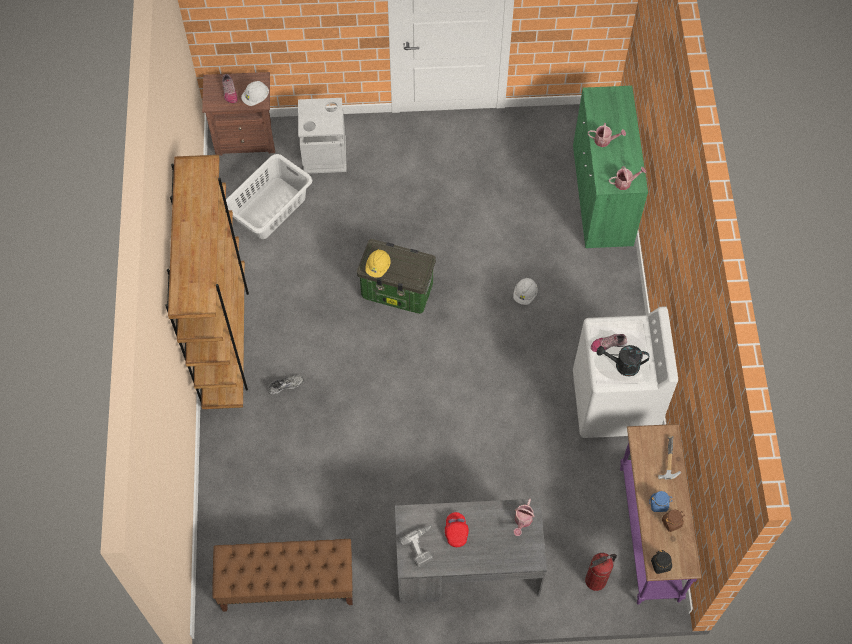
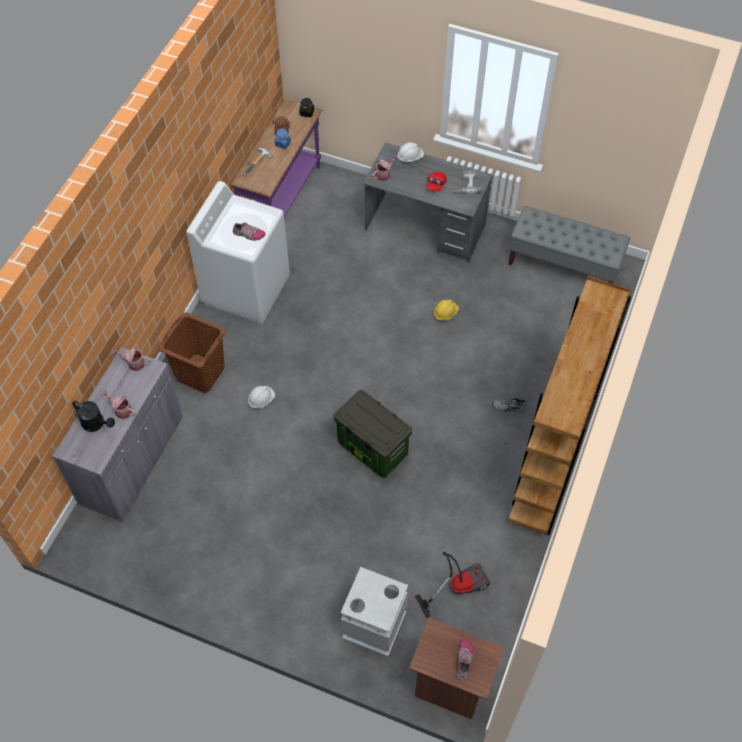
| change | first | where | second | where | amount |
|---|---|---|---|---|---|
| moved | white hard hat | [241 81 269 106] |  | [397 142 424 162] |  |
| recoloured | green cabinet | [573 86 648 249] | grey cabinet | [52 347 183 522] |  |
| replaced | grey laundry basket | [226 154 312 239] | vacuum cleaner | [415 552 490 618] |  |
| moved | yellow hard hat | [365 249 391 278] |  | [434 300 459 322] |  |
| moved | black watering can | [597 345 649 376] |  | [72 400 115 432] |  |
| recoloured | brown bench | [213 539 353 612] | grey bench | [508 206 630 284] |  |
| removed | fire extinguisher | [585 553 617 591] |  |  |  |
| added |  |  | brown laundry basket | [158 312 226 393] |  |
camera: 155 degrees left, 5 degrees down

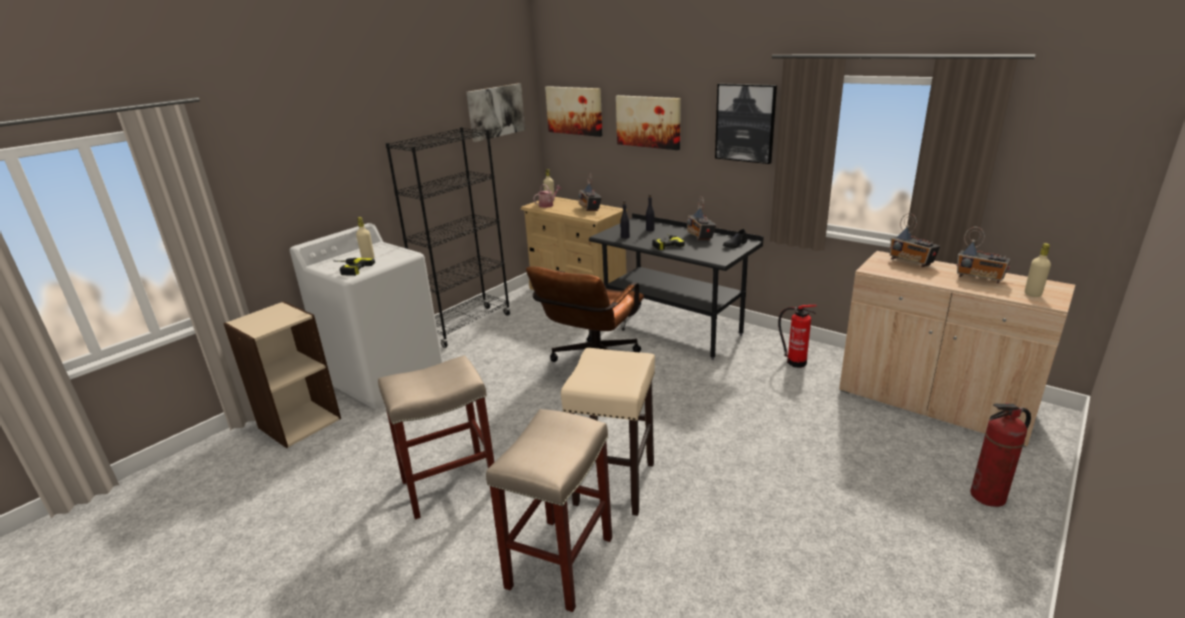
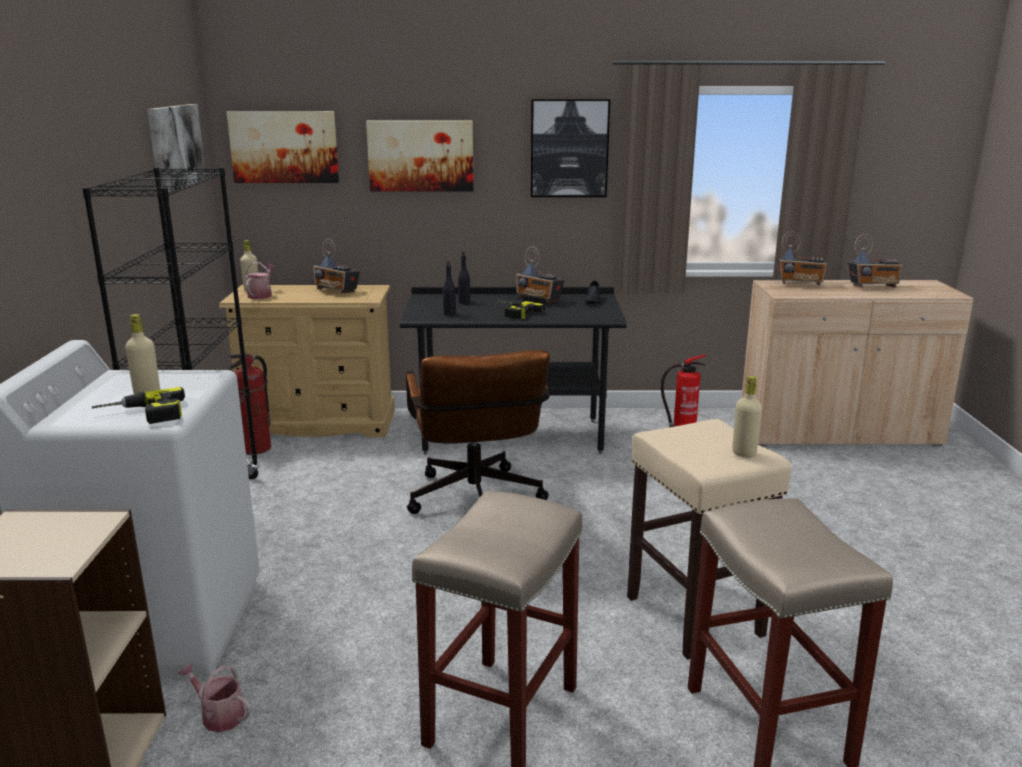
| change | first | where | second | where | amount |
|---|---|---|---|---|---|
| moved | beige bottle | [1025 243 1051 297] |  | [732 376 762 458] |  |
| moved | fire extinguisher | [970 403 1031 507] |  | [228 353 271 454] |  |
| added |  |  | watering can | [178 662 251 732] |  |
camera: 40 degrees left, 5 degrees down

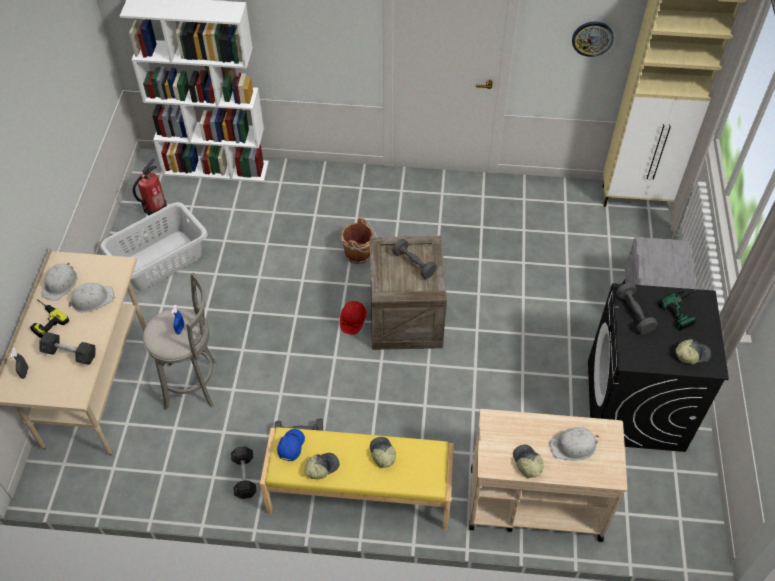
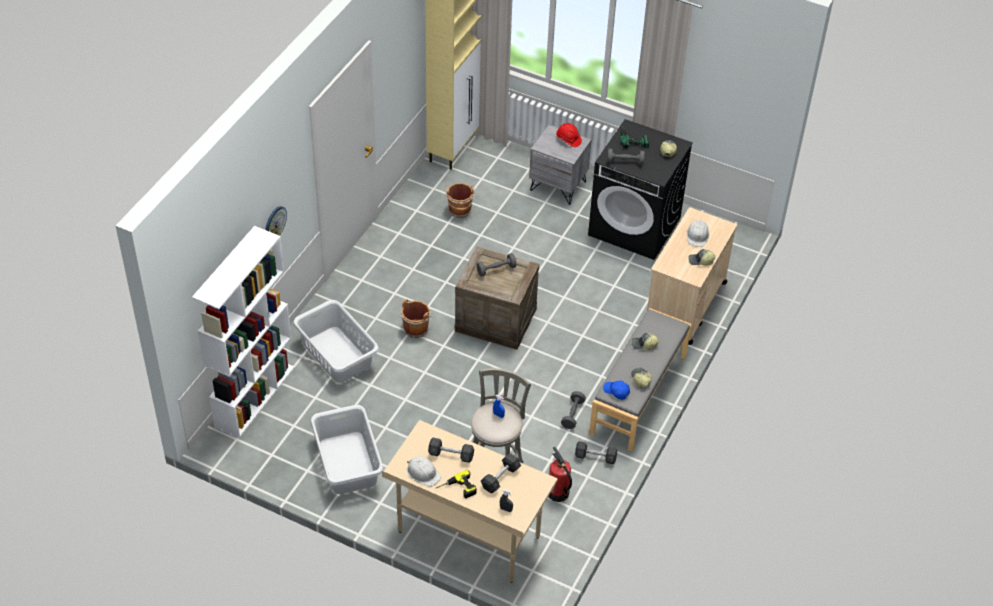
| change | first | where | second | where | amount |
|---|---|---|---|---|---|
| moved | wall clock | [572 21 614 57] |  | [265 206 287 236] |  |
| moved | fire extinguisher | [133 158 167 215] |  | [548 447 572 502] |  |
| replaced | white hard hat | [69 283 114 312] | grey dumbbell | [428 438 474 463] |  |
| moved | red hard hat | [340 301 367 335] |  | [556 123 582 147] |  |
| recoloured | yellow bench | [260 427 454 530] | grey bench | [589 308 692 452] |  |
| added |  |  | brown bucket | [445 183 475 218] |  |
| added |  |  | grey laundry basket | [293 300 379 383] |  |
camera: 70 degrees left, 5 degrees down

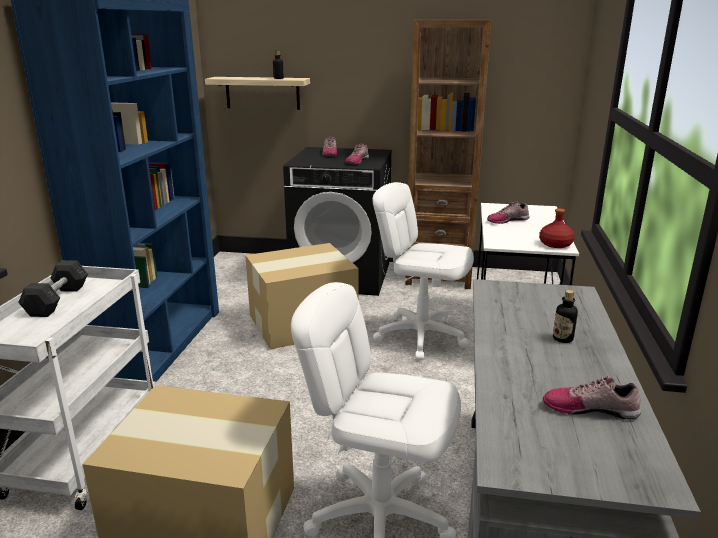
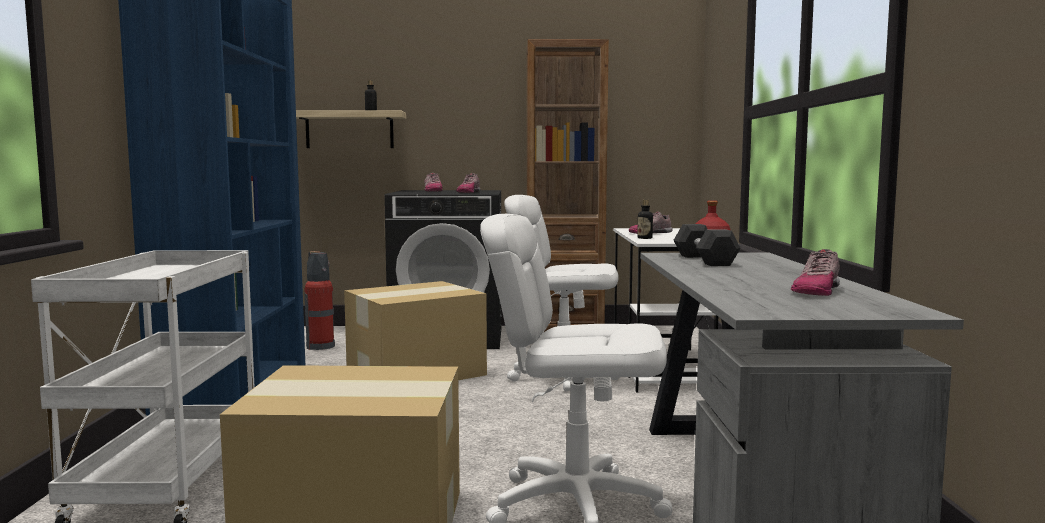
| change | first | where | second | where | amount |
|---|---|---|---|---|---|
| moved | grey dumbbell | [18 261 88 317] |  | [673 224 741 266] |  |
| moved | bottle | [553 290 578 343] |  | [637 200 653 239] |  |
| turned | shoe | [543 376 641 420] |  | [791 249 840 296] | 60 degrees counterclockwise |
| added |  |  | fire extinguisher | [304 251 335 350] |  |
camera: 10 degrees left, 15 degrees down

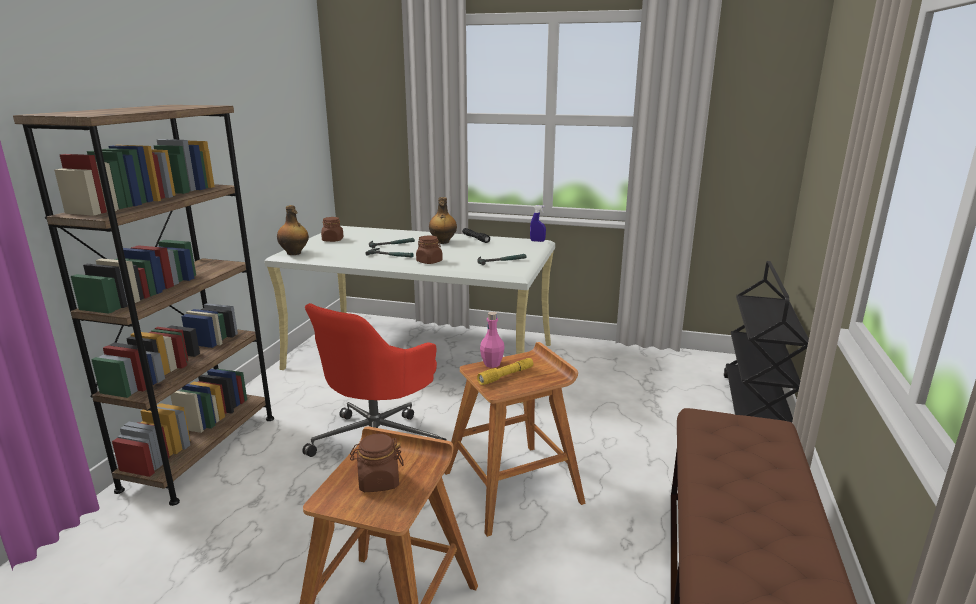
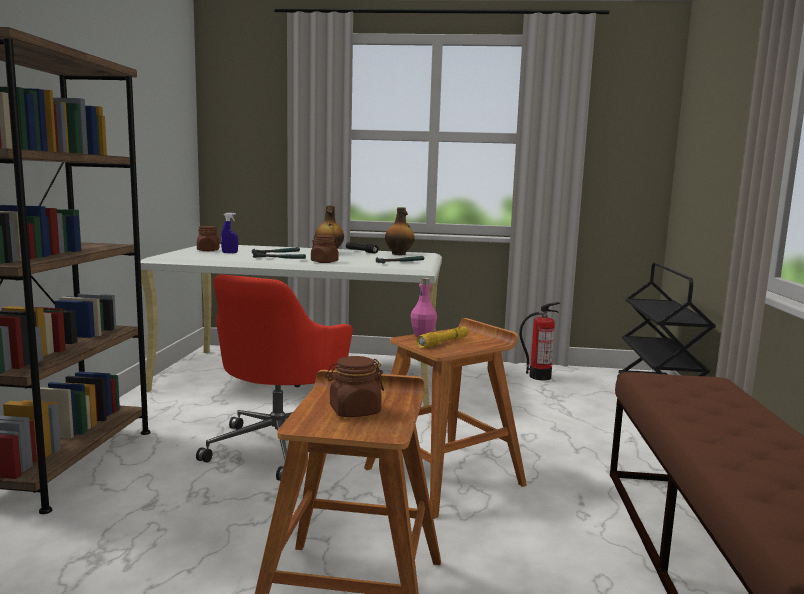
| change | first | where | second | where | amount |
|---|---|---|---|---|---|
| moved | bottle | [277 205 309 255] |  | [385 207 415 255] |  |
| moved | blue spray bottle | [530 205 546 242] |  | [221 213 238 253] |  |
| added |  |  | fire extinguisher | [519 302 561 380] |  |
camera: 10 degrees left, 10 degrees down

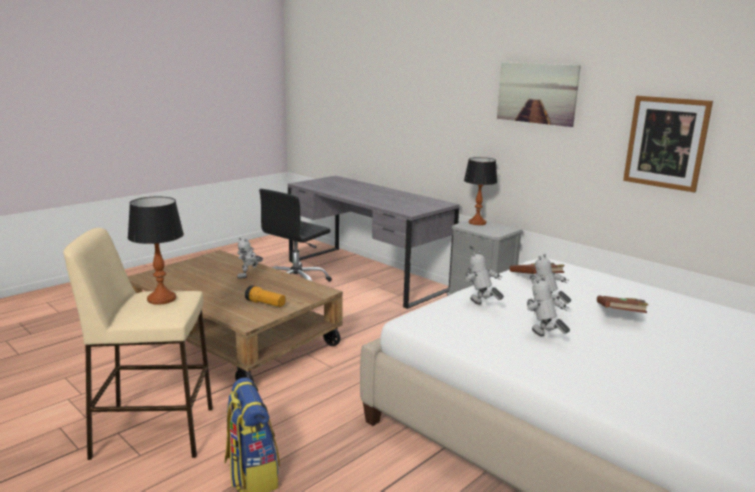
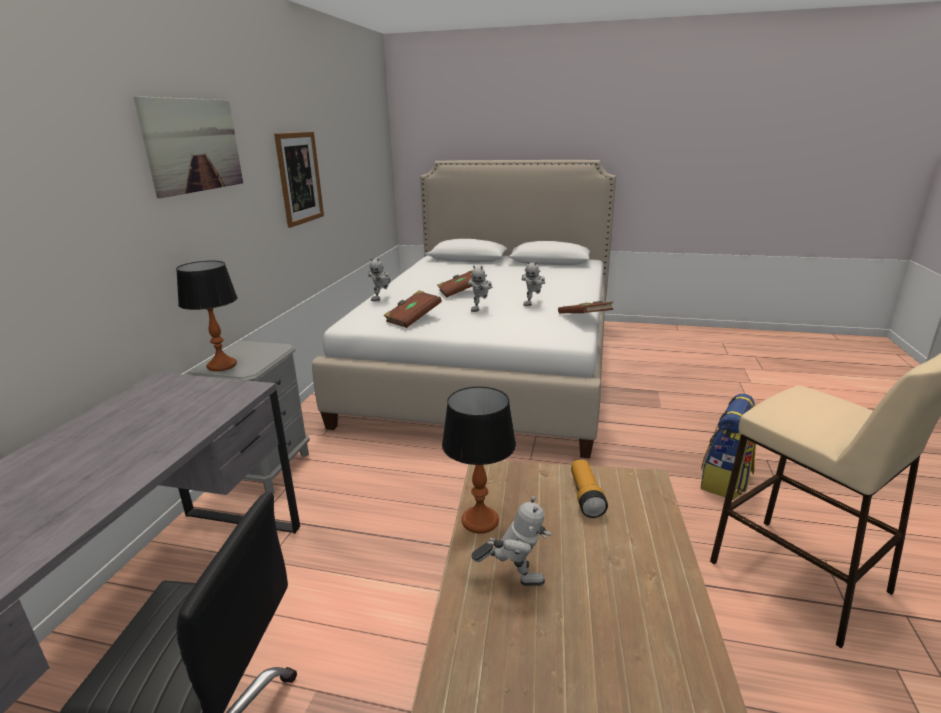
| change | first | where | second | where | amount |
|---|---|---|---|---|---|
| moved | table lamp | [128 197 184 305] |  | [442 387 516 534] |  |
| moved | toy robot | [465 250 504 305] |  | [368 258 390 301] |  |
| added |  |  | brown book | [558 301 613 313] |  |
camera: 120 degrees left, 5 degrees up

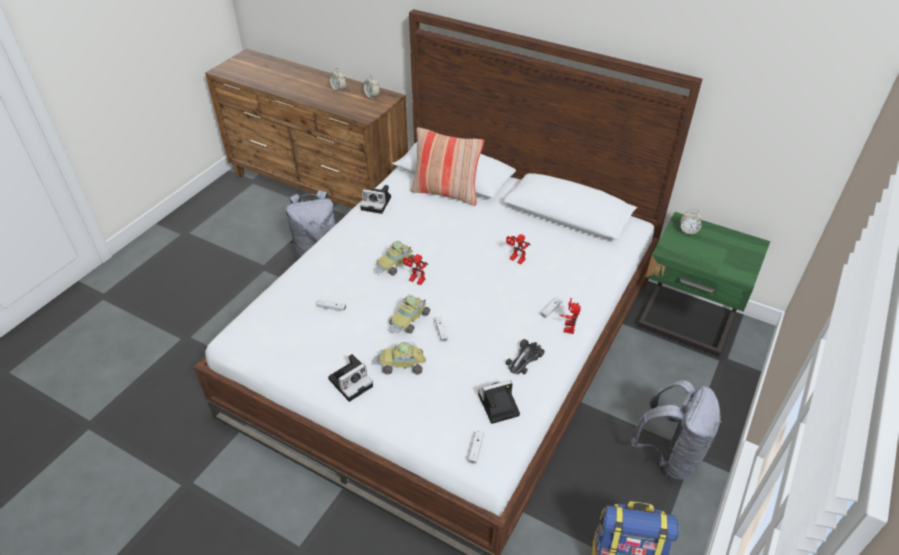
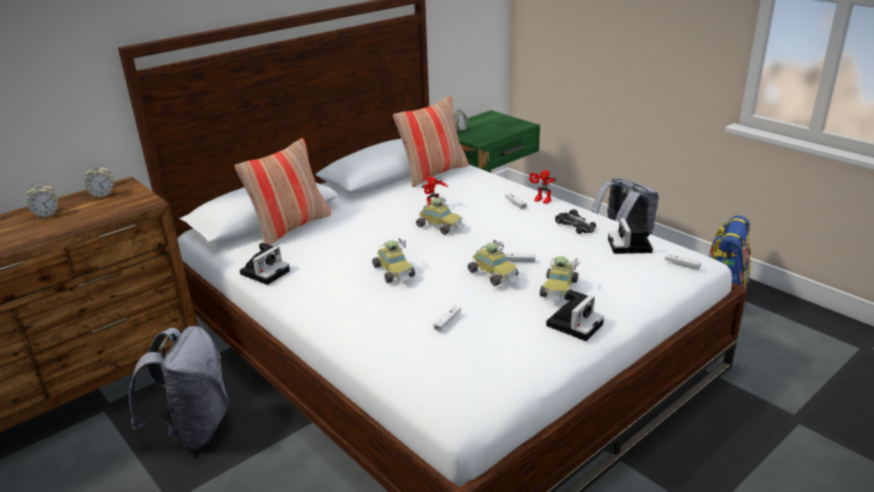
| change | first | where | second | where | amount |
|---|---|---|---|---|---|
| removed | toy robot | [403 254 428 285] |  |  |  |
| turned | photo camera | [328 354 373 402] |  | [546 290 604 341] | 60 degrees clockwise |
| added |  |  | pillow | [393 96 469 187] |  |
| added |  |  | toy car | [416 196 465 235] |  |
camera: 70 degrees left, 15 degrees down

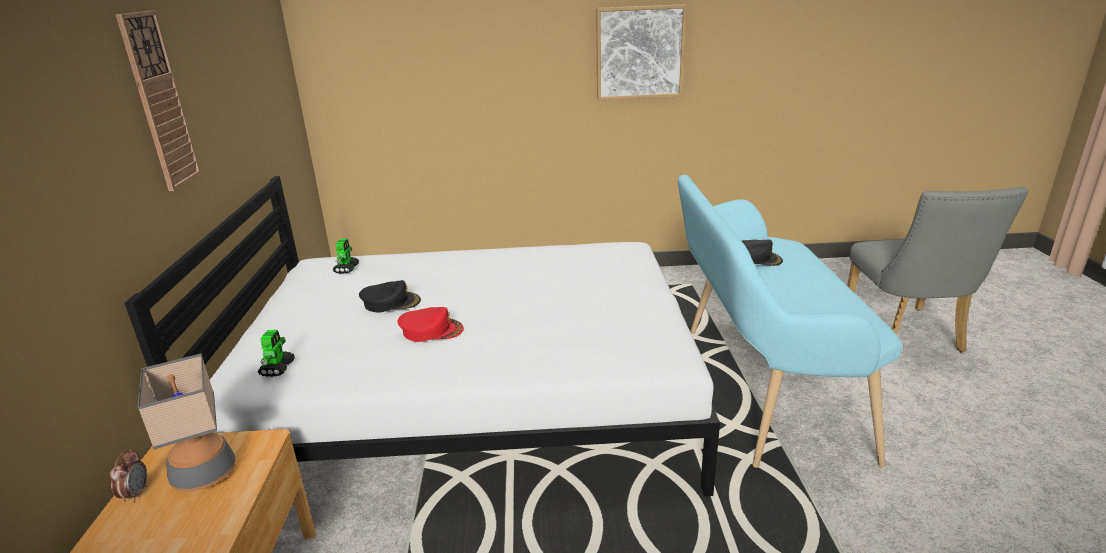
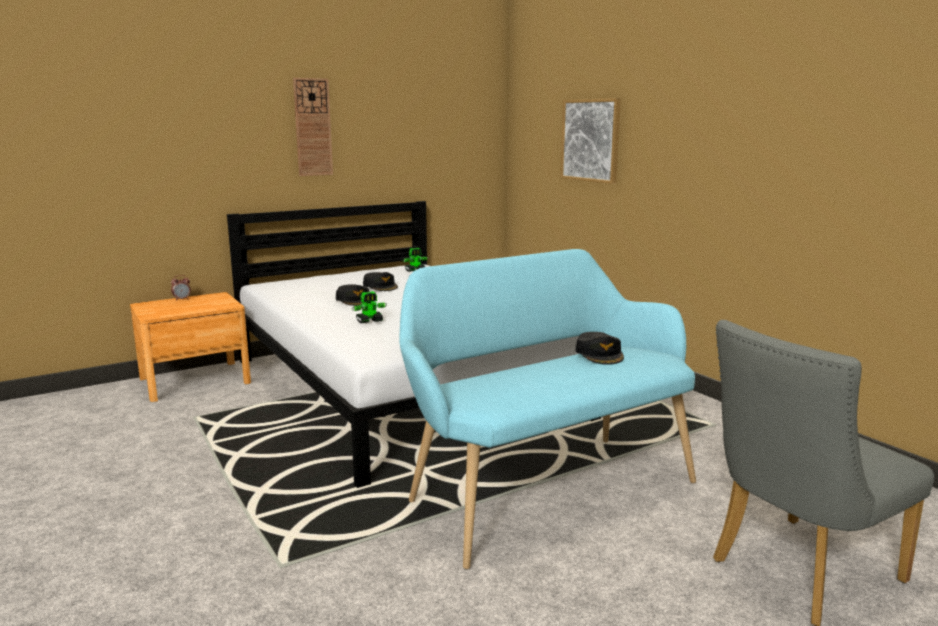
| change | first | where | second | where | amount |
|---|---|---|---|---|---|
| moved | picture | [596 4 687 100] |  | [560 98 621 184] |  |
| recoloured | red cap | [398 307 464 342] | black cap | [336 284 369 306] |  |
| moved | toy robot | [258 330 295 377] |  | [351 291 387 323] |  |
| removed | table lamp | [138 353 236 492] |  |  |  |
camera: 60 degrees right, 10 degrees down

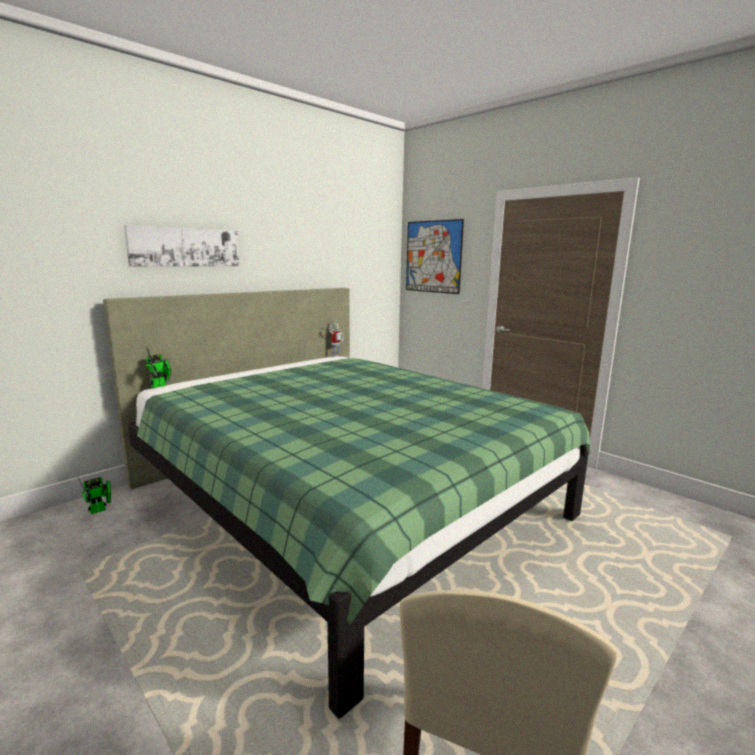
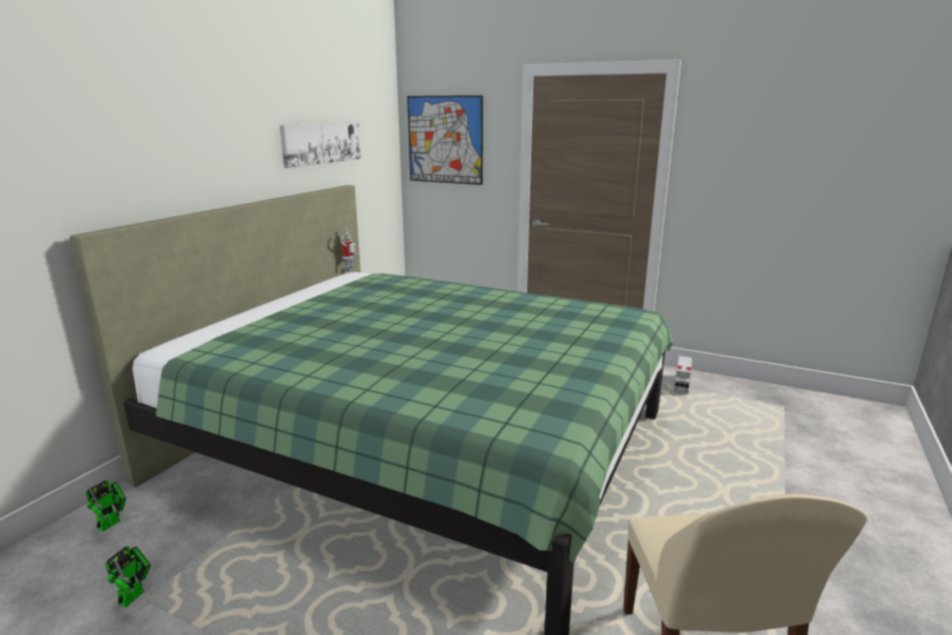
| change | first | where | second | where | amount |
|---|---|---|---|---|---|
| moved | picture | [124 225 239 267] |  | [280 123 361 168] |  |
| moved | toy robot | [146 346 171 388] |  | [106 546 151 607] |  |
| added |  |  | toy truck | [674 356 692 394] |  |
camera: 20 degrees left, 5 degrees up

